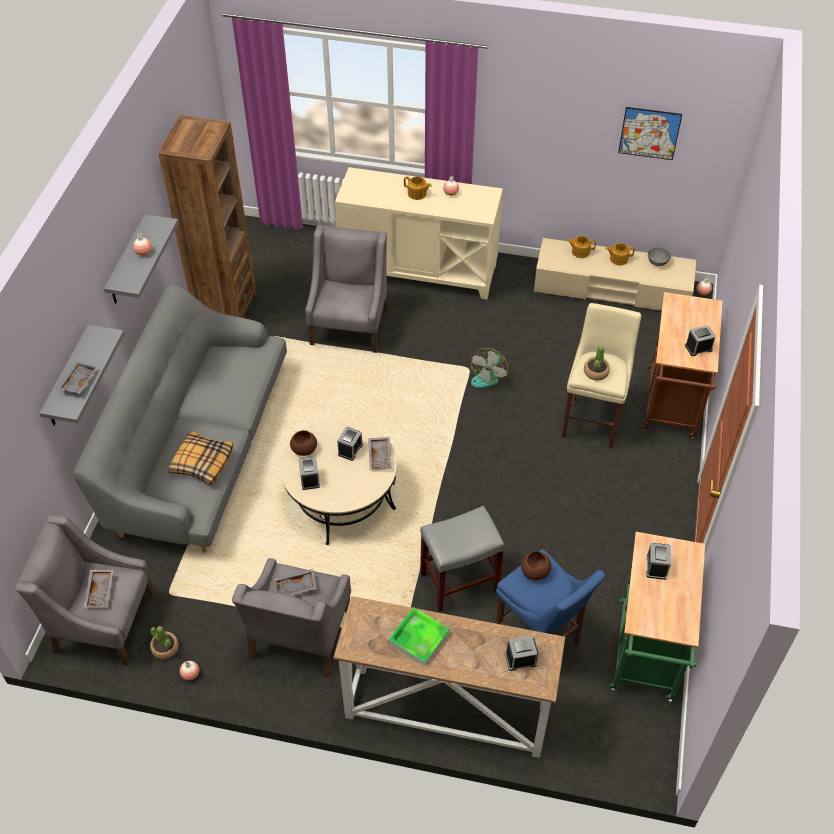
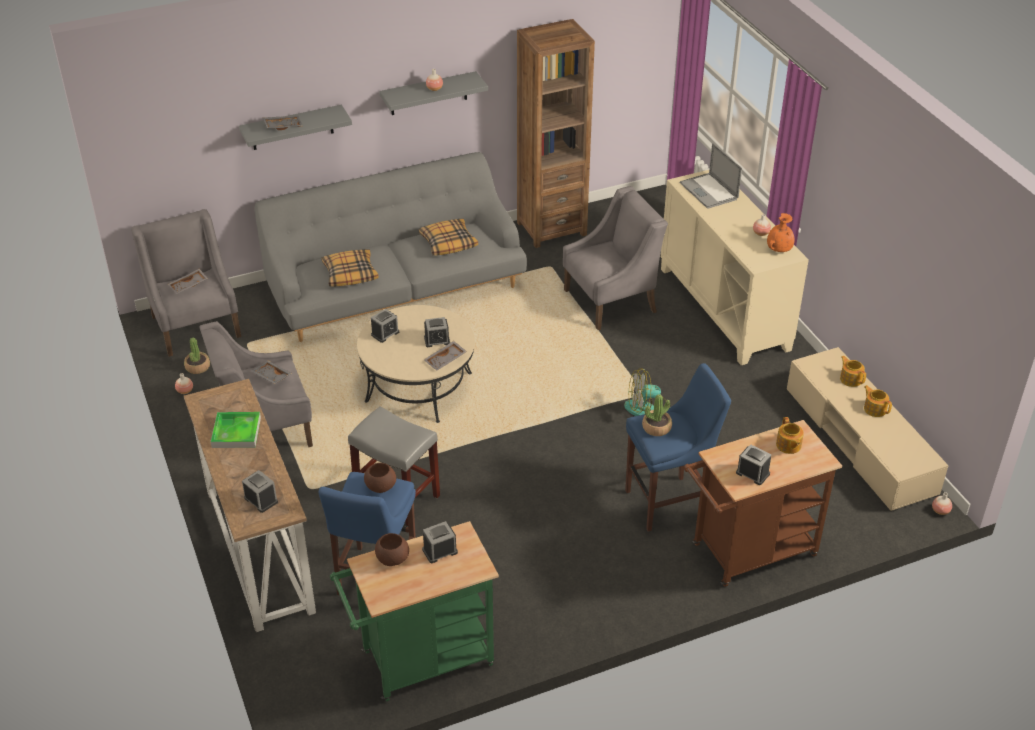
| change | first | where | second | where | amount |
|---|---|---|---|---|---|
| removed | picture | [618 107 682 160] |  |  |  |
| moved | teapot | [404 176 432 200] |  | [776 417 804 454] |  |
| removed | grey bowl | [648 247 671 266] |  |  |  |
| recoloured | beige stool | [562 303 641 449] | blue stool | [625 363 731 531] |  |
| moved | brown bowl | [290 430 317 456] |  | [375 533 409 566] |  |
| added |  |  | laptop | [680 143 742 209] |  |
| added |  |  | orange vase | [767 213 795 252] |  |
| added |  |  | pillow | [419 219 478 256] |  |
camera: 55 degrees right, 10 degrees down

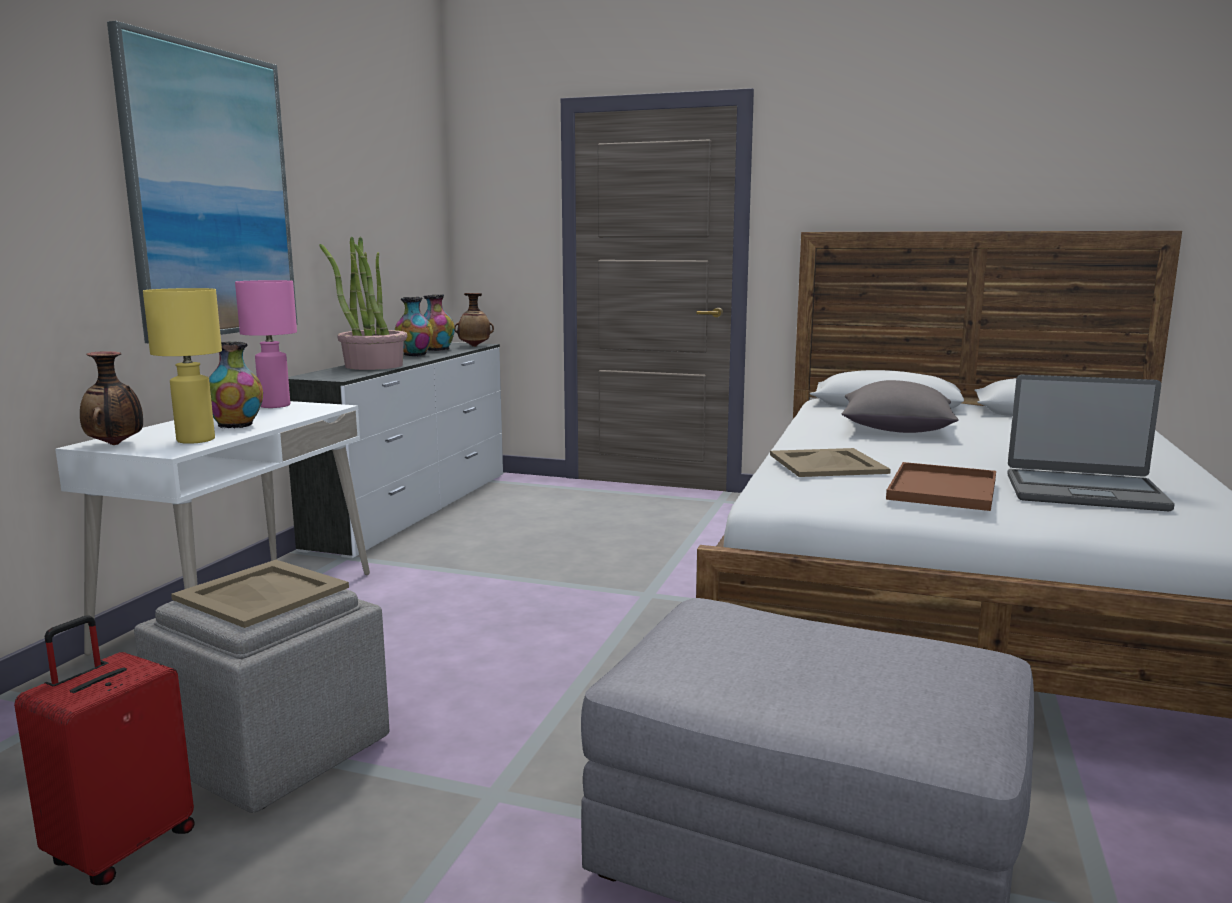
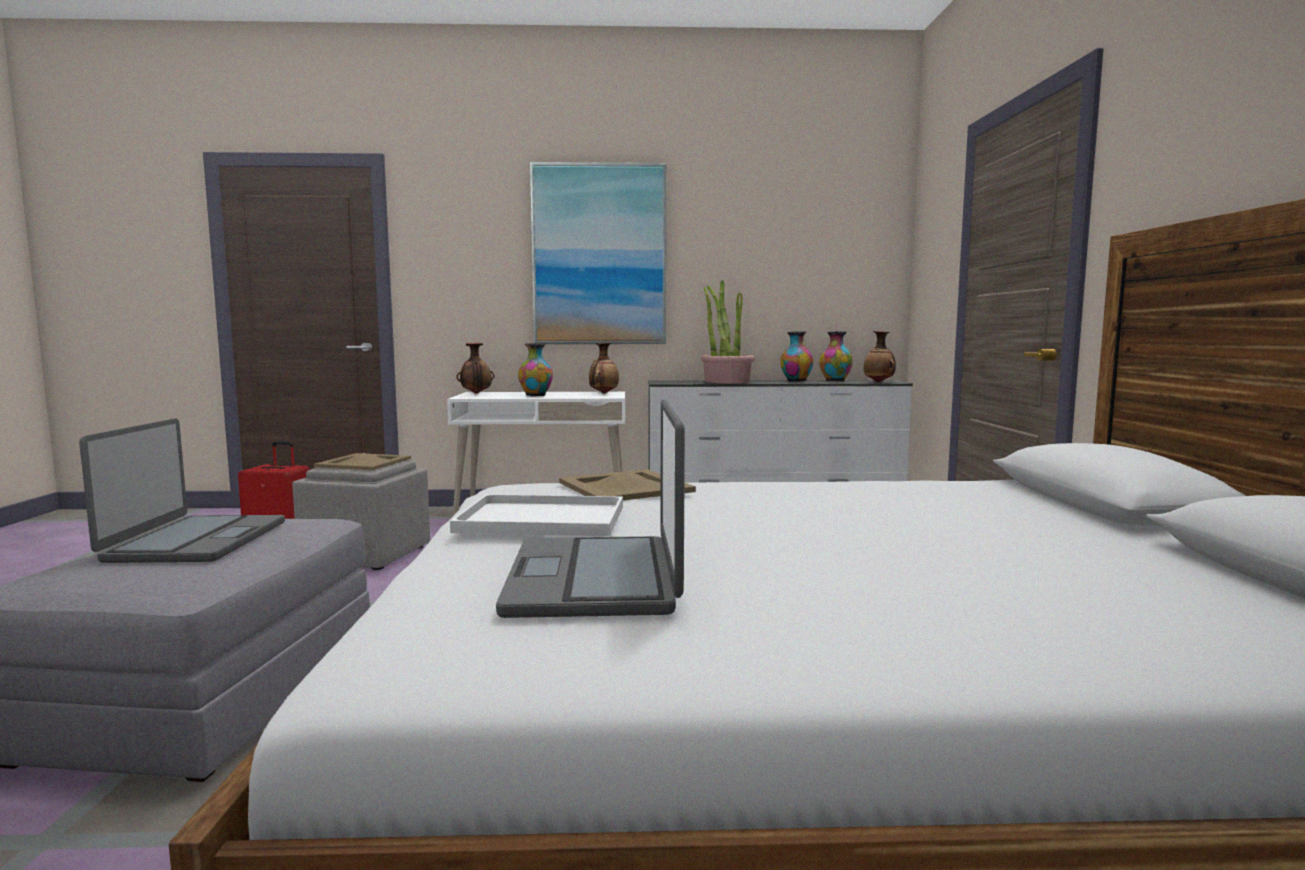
| change | first | where | second | where | amount |
|---|---|---|---|---|---|
| replaced | pink table lamp | [235 280 297 408] | vase | [589 343 619 394] |  |
| removed | yellow table lamp | [143 288 222 444] |  |  |  |
| removed | grey pillow | [842 380 959 433] |  |  |  |
| recoloured | brown tray | [886 462 996 511] | white tray | [450 494 623 536] |  |
| added |  |  | laptop | [79 418 285 563] |  |
camera: 70 degrees right, 5 degrees down

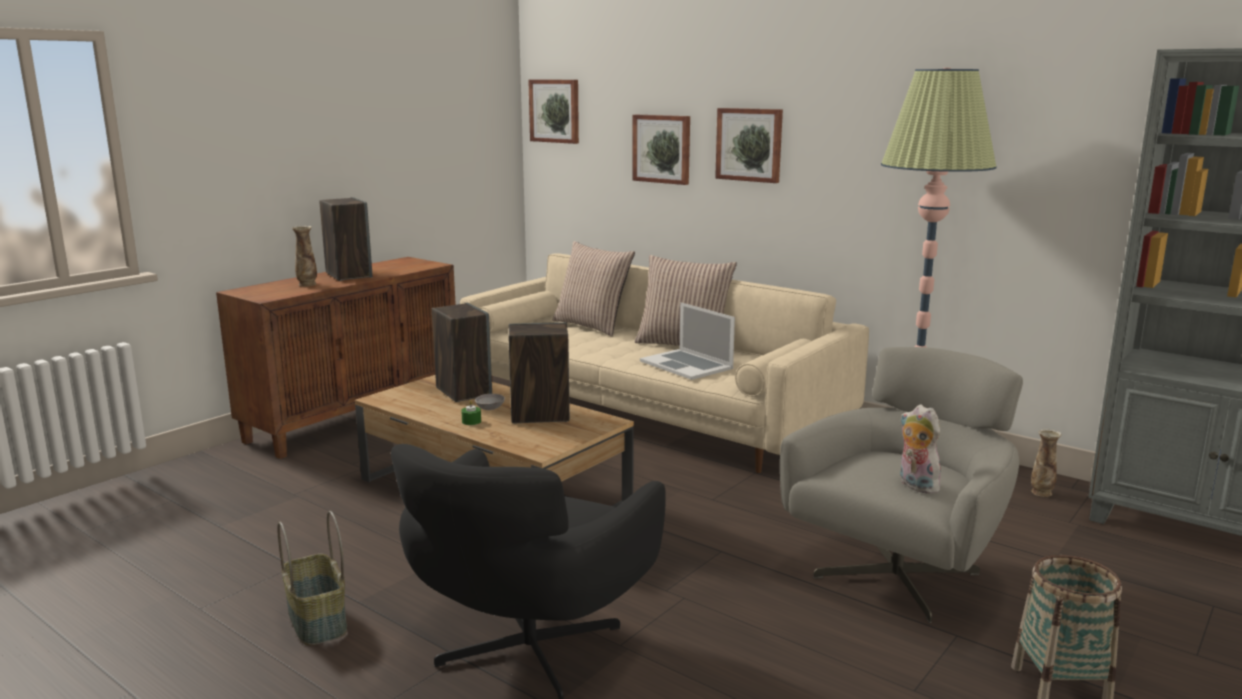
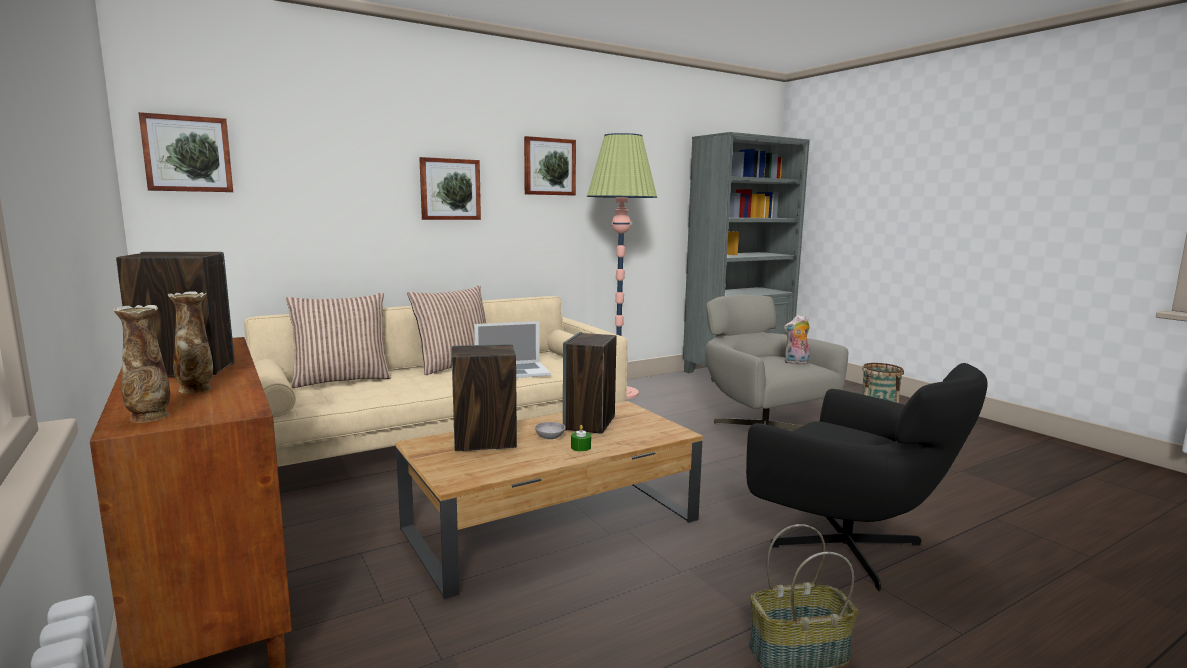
| change | first | where | second | where | amount |
|---|---|---|---|---|---|
| moved | picture | [632 115 690 185] |  | [524 136 576 196] |  |
| moved | vase | [1031 428 1062 497] |  | [114 305 170 423] |  |
camera: 70 degrees left, 5 degrees down

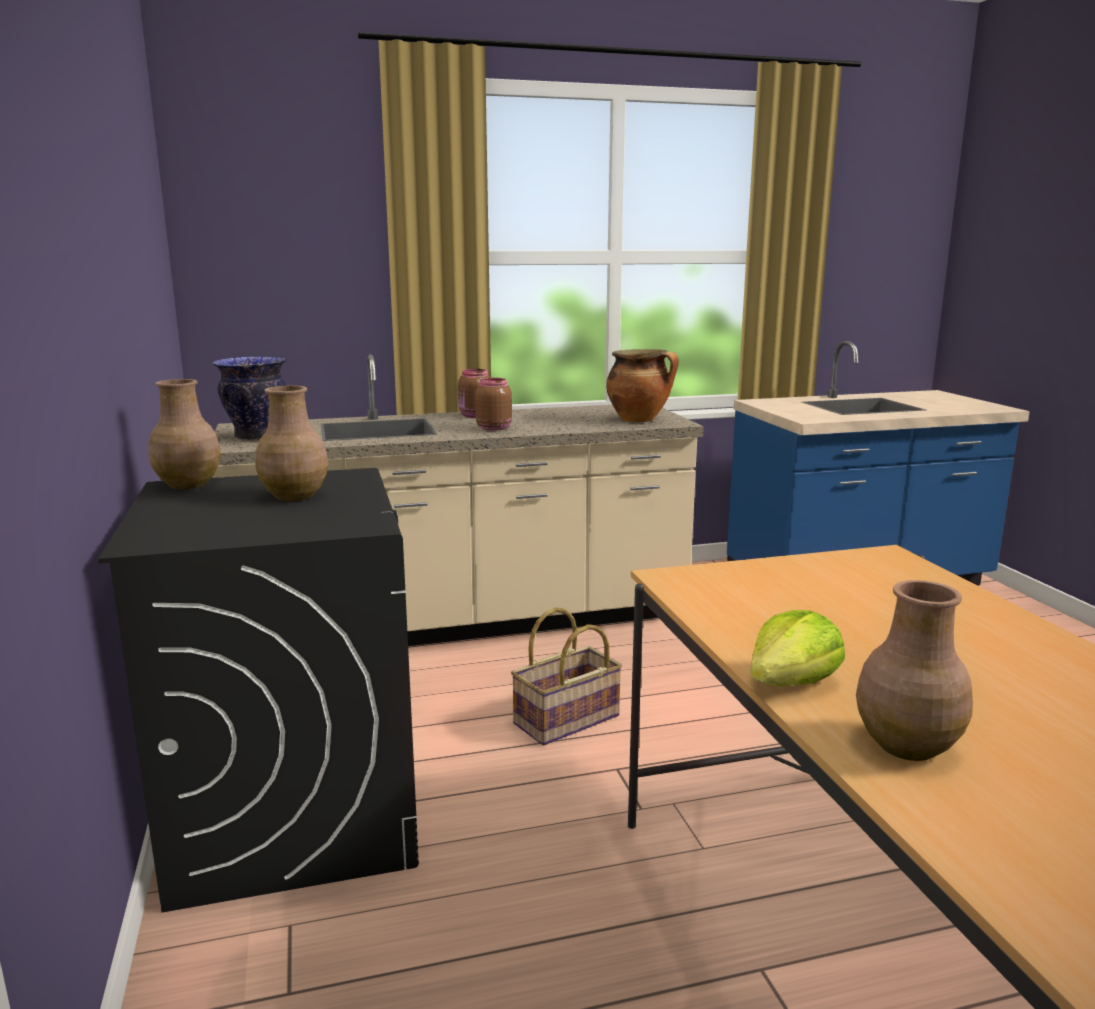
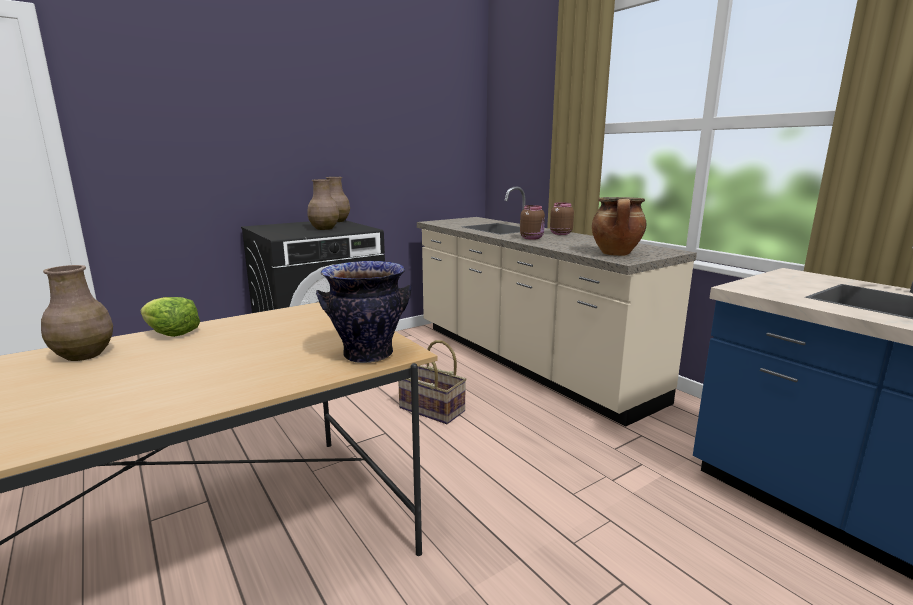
| change | first | where | second | where | amount |
|---|---|---|---|---|---|
| moved | vase | [212 356 286 441] |  | [316 261 411 363] |  |
camera: 70 degrees right, 0 degrees up

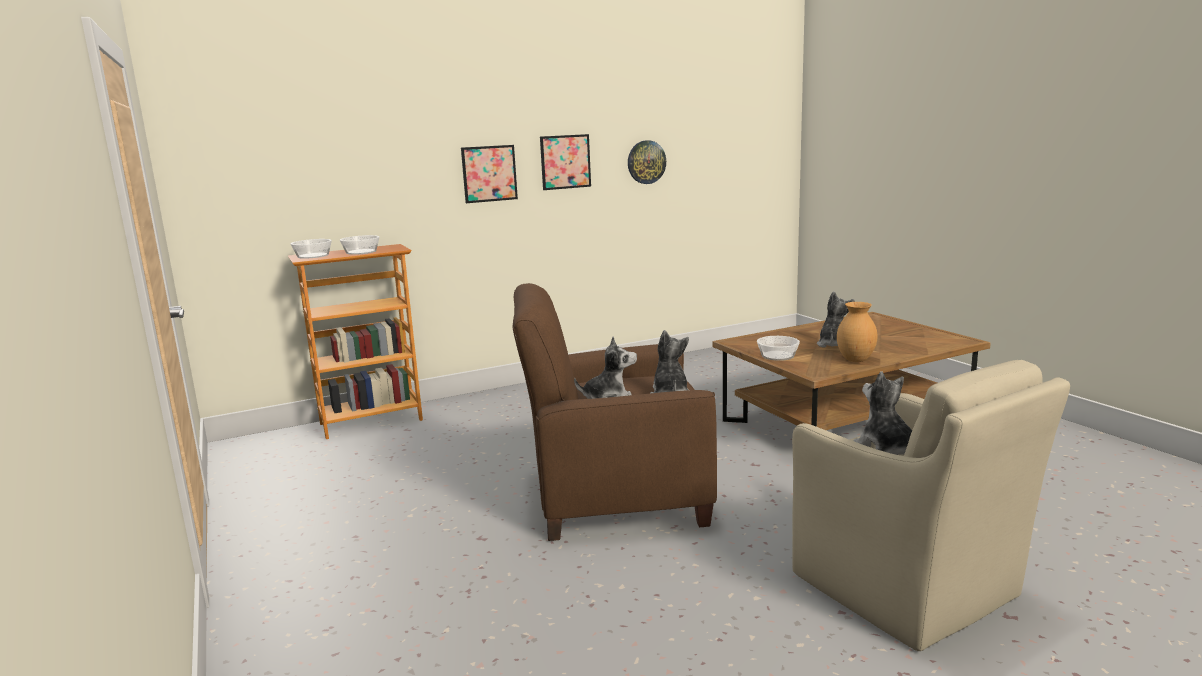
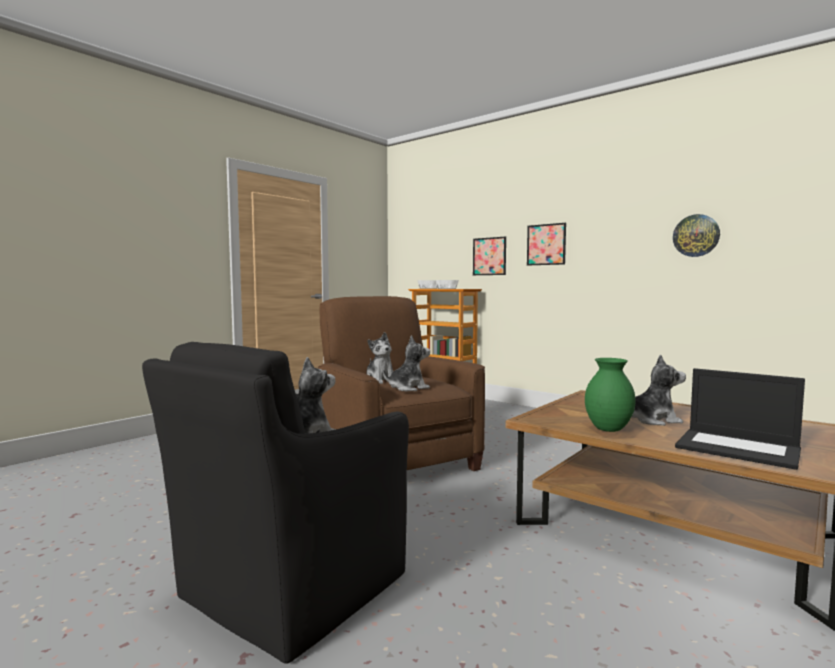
| change | first | where | second | where | amount |
|---|---|---|---|---|---|
| moved | picture | [540 134 591 190] |  | [473 237 506 275] |  |
| recoloured | brown vase | [837 302 878 362] | green vase | [585 358 636 432] |  |
| removed | bowl | [757 336 800 361] |  |  |  |
| recoloured | beige armchair | [792 360 1070 651] | black armchair | [142 342 409 664] |  |
| added |  |  | laptop | [675 368 805 470] |  |
camera: 65 degrees right, 10 degrees down

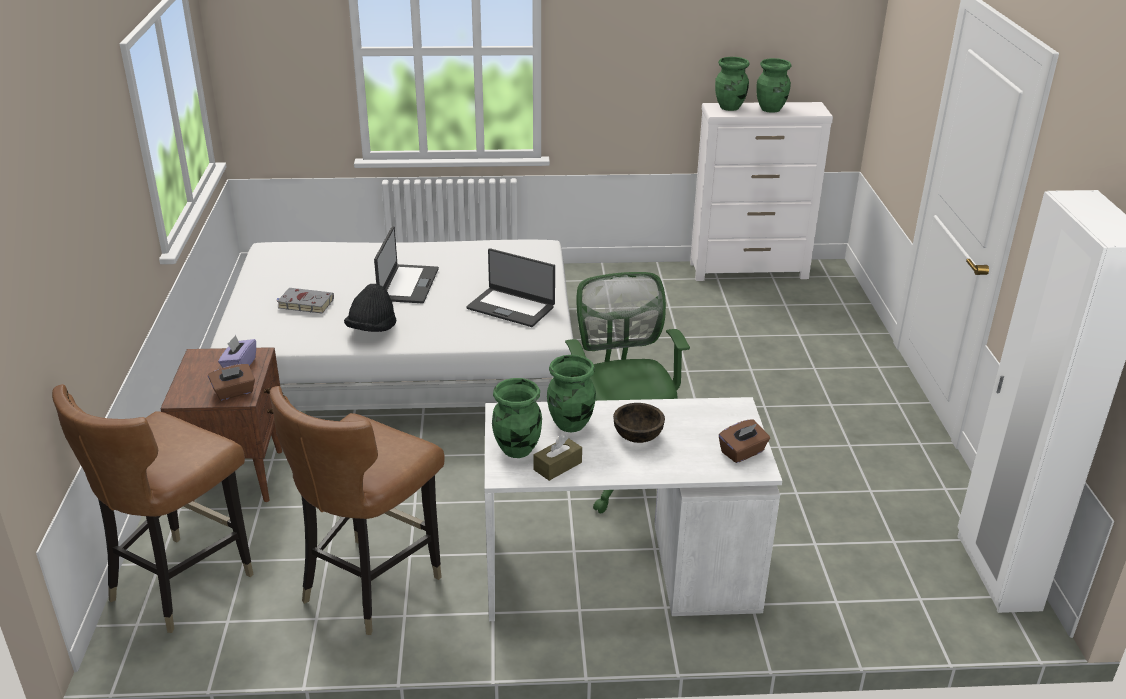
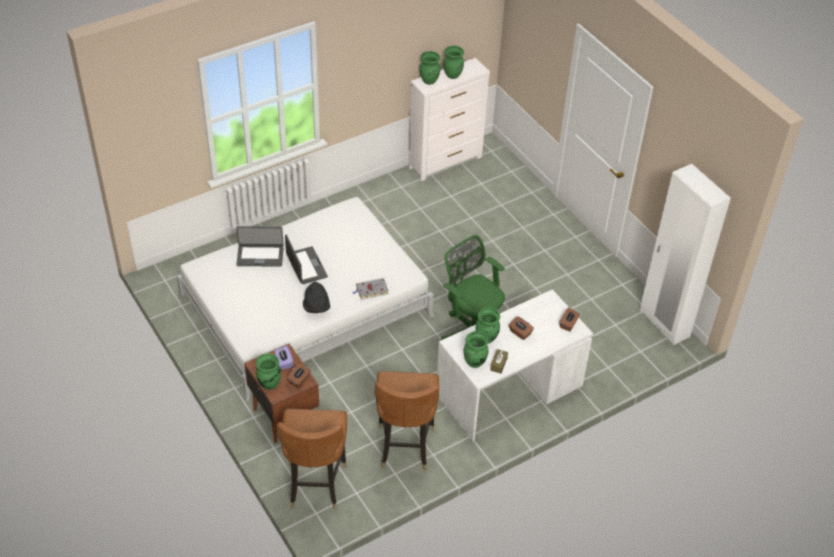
| change | first | where | second | where | amount |
|---|---|---|---|---|---|
| moved | laptop | [466 248 555 327] |  | [236 226 284 267] |  |
| moved | grey book | [277 288 334 314] |  | [352 278 389 299] |  |
| replaced | brown bowl | [613 403 665 443] | brown tissue box | [509 316 534 340] |  |
| added |  |  | green vase | [256 353 281 390] |  |
camera: 30 degrees left, 15 degrees up

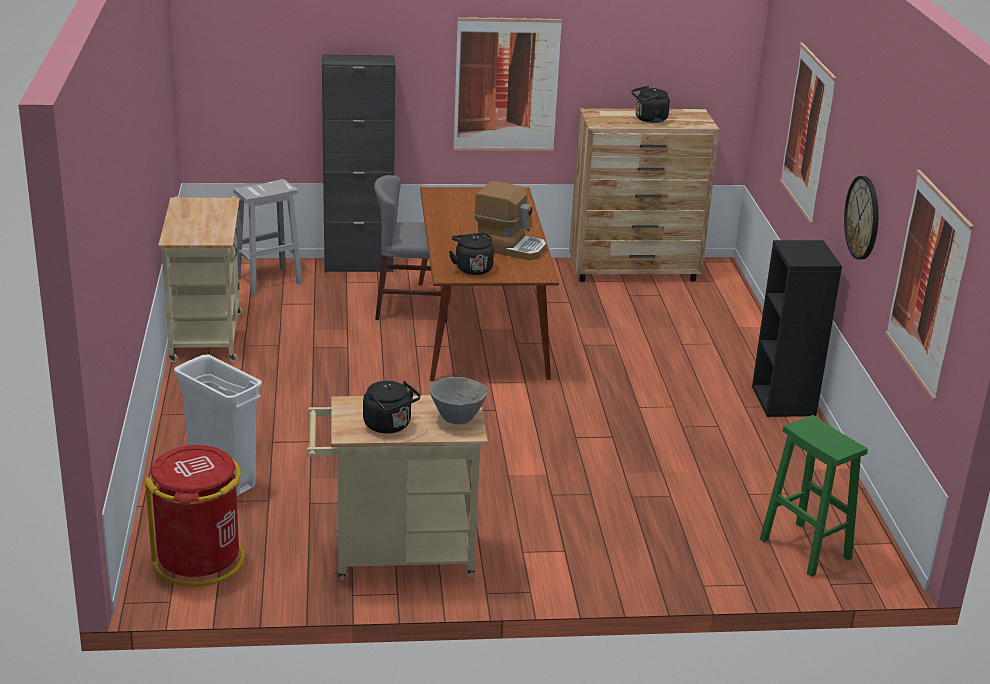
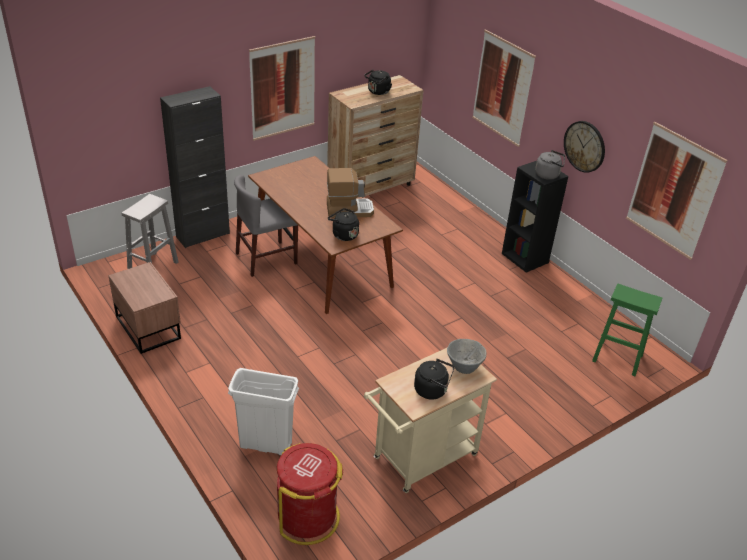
| change | first | where | second | where | amount |
|---|---|---|---|---|---|
| replaced | beige cart | [158 197 243 362] | brown nightstand | [108 262 181 354] |  |
| added |  |  | grey kettle | [535 150 565 180] |  |
camera: 30 degrees left, 10 degrees up

